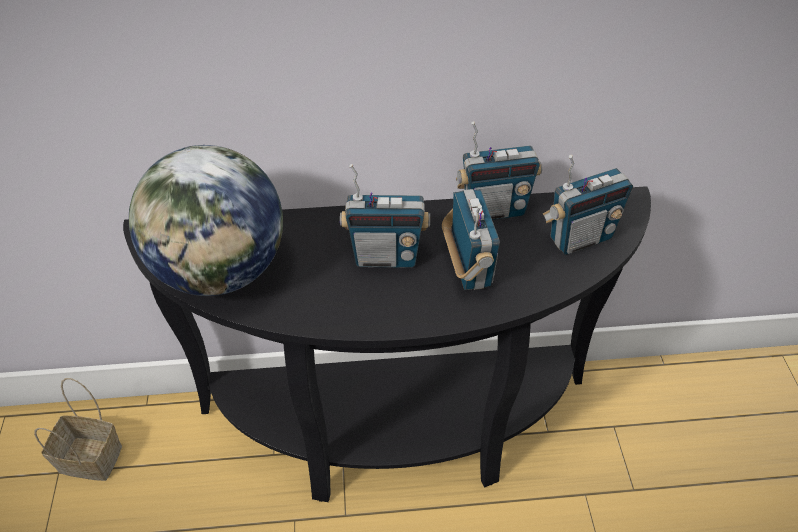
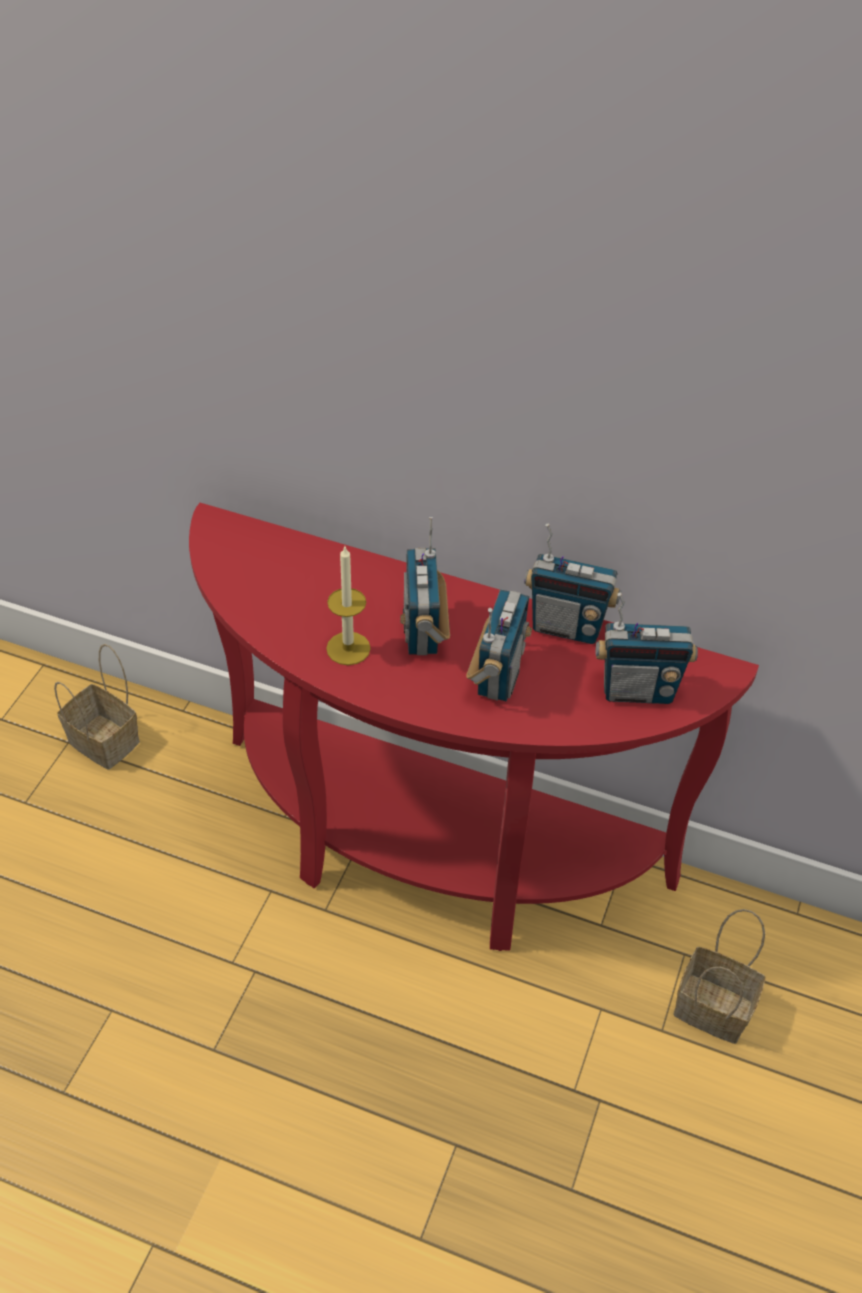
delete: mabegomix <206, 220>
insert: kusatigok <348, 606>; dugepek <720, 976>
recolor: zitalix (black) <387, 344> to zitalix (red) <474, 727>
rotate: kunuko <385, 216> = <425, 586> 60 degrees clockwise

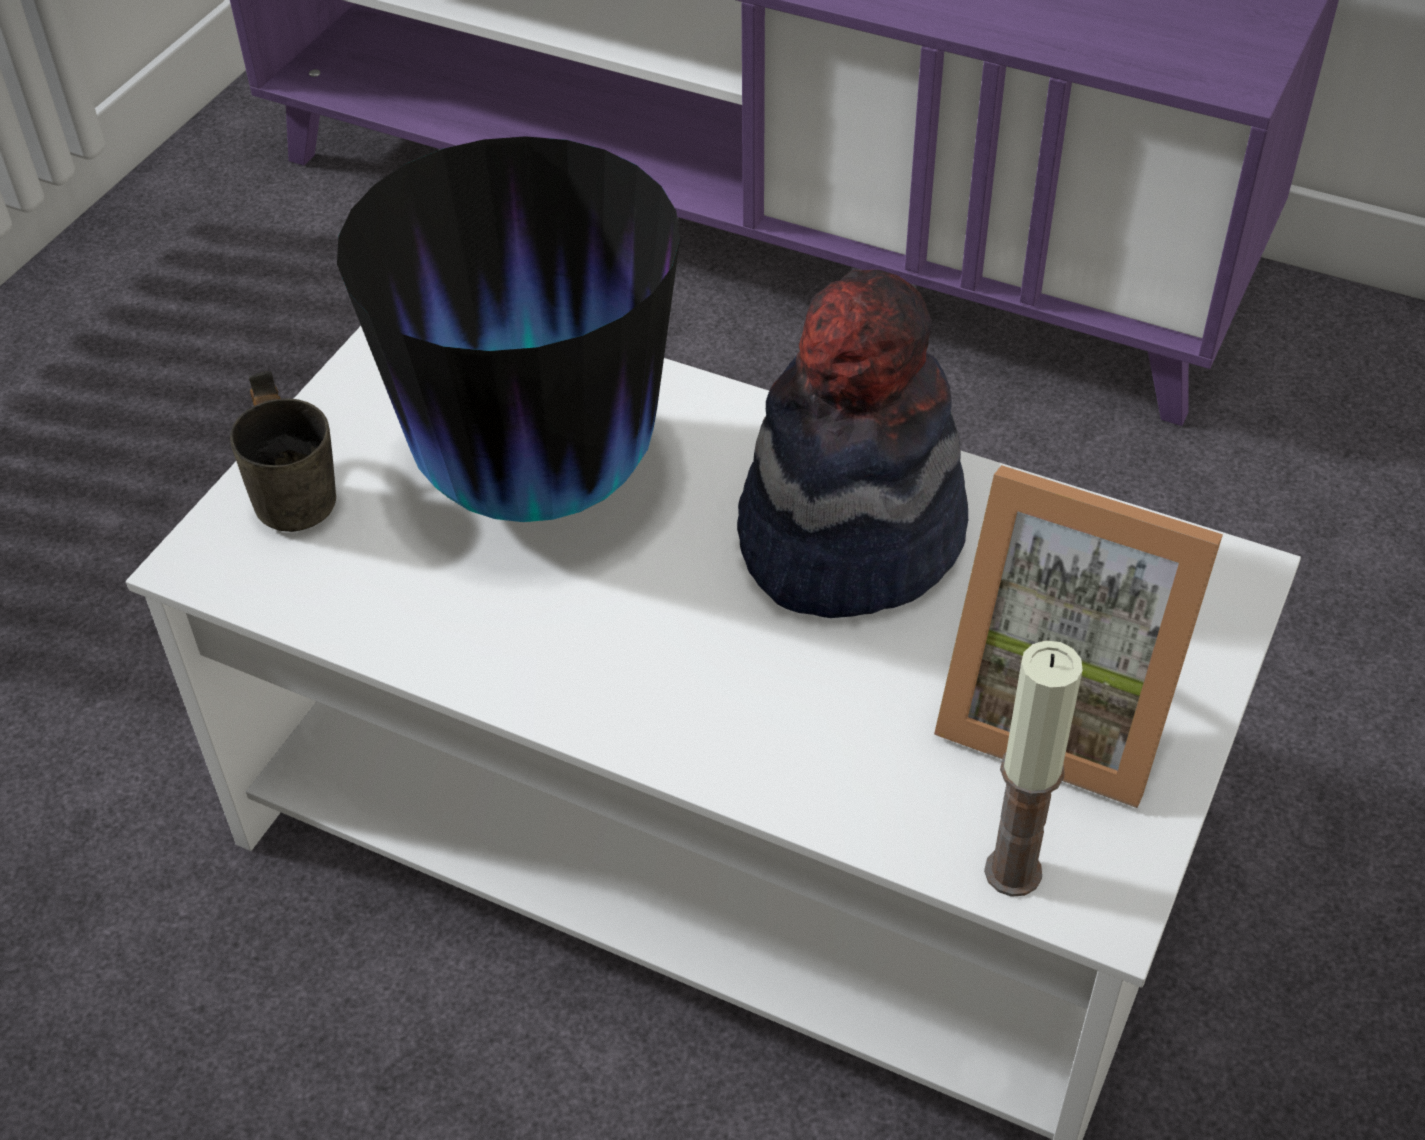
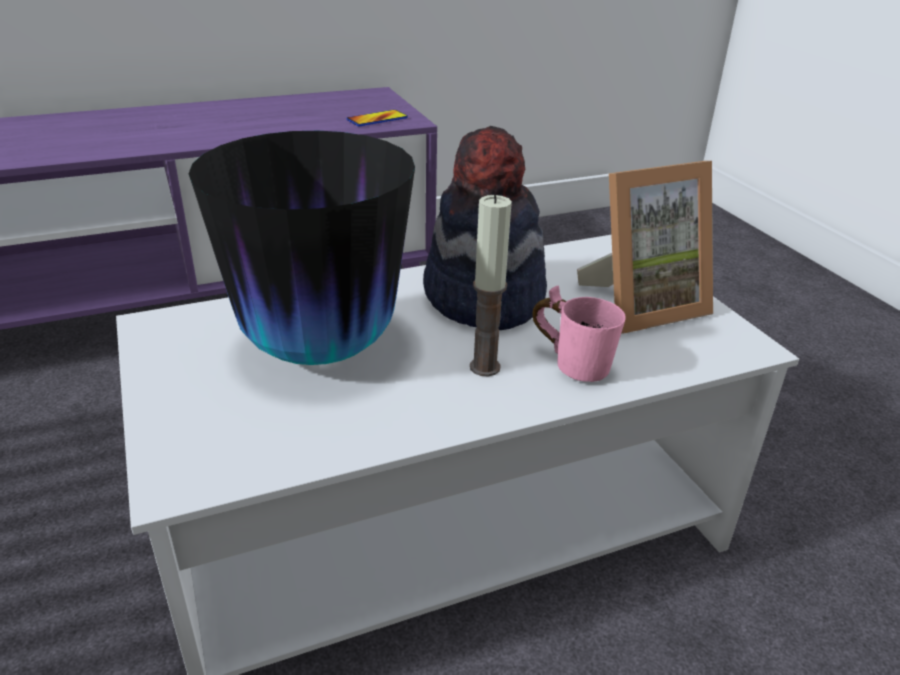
delete: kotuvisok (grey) <283, 451>
insert: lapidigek <377, 118>; kotuvisok (pink) <579, 334>
move: kusatigok <1033, 768> to <491, 285>

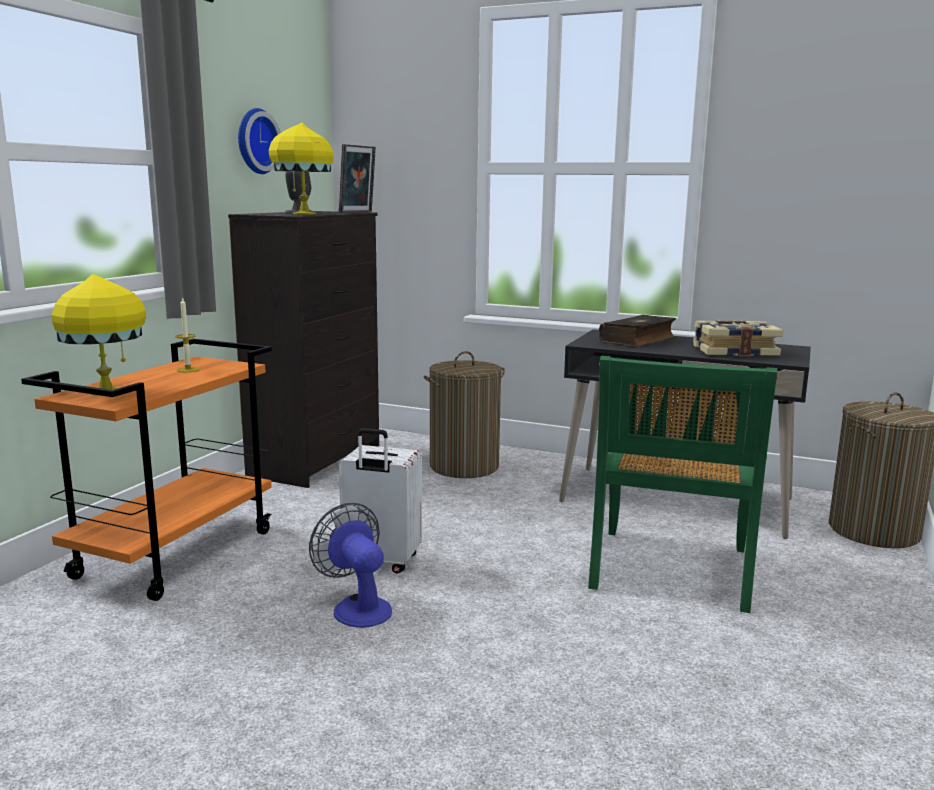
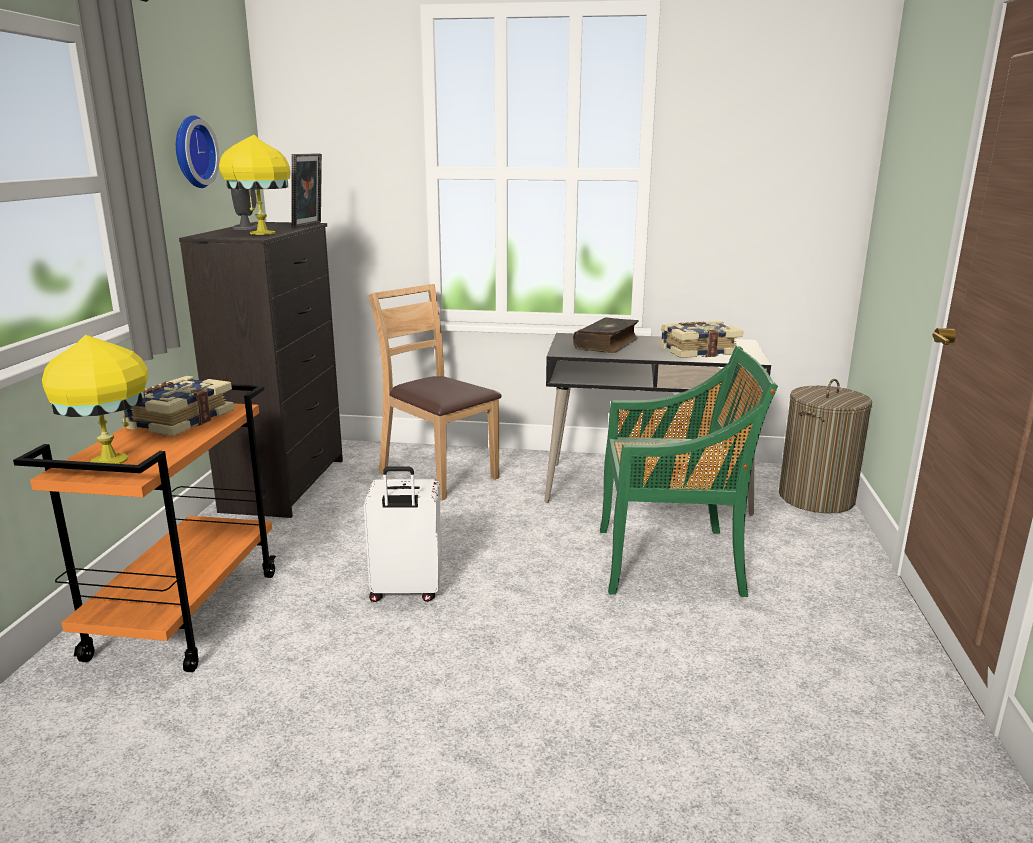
delete: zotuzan <350, 565>
replace: kusatigok <187, 334> to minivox <178, 406>; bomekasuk <464, 414> to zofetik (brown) <435, 392>
rotate: zofetik (green) <683, 484> = <689, 471> 90 degrees counterclockwise

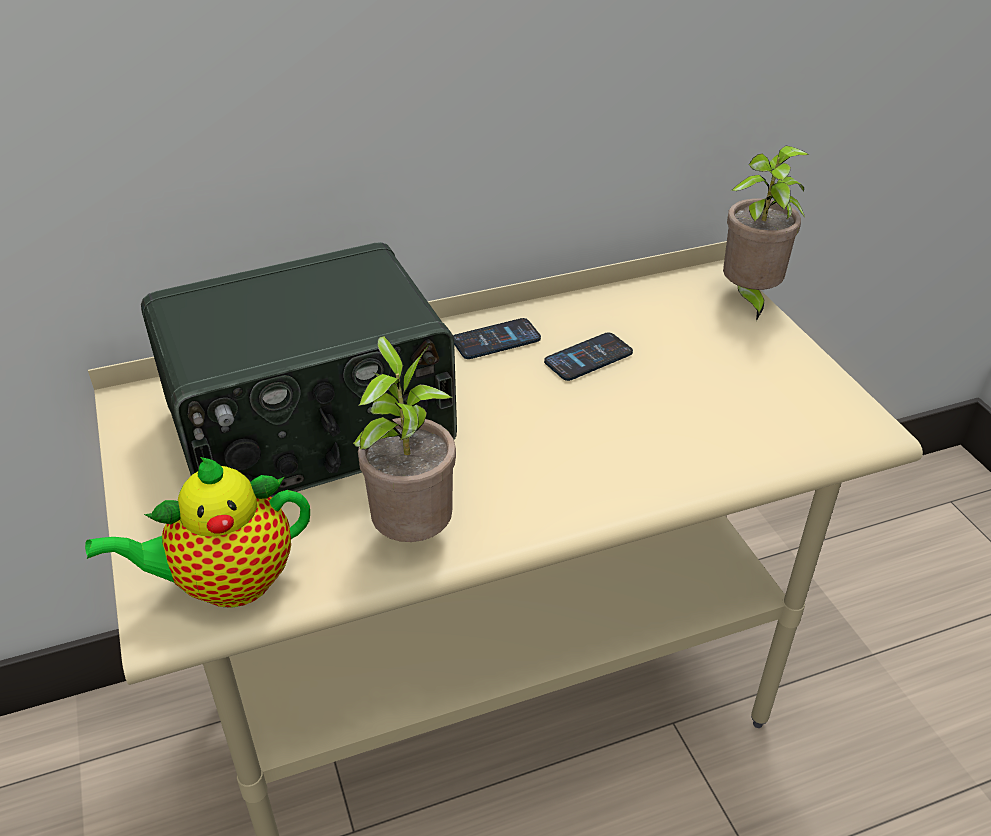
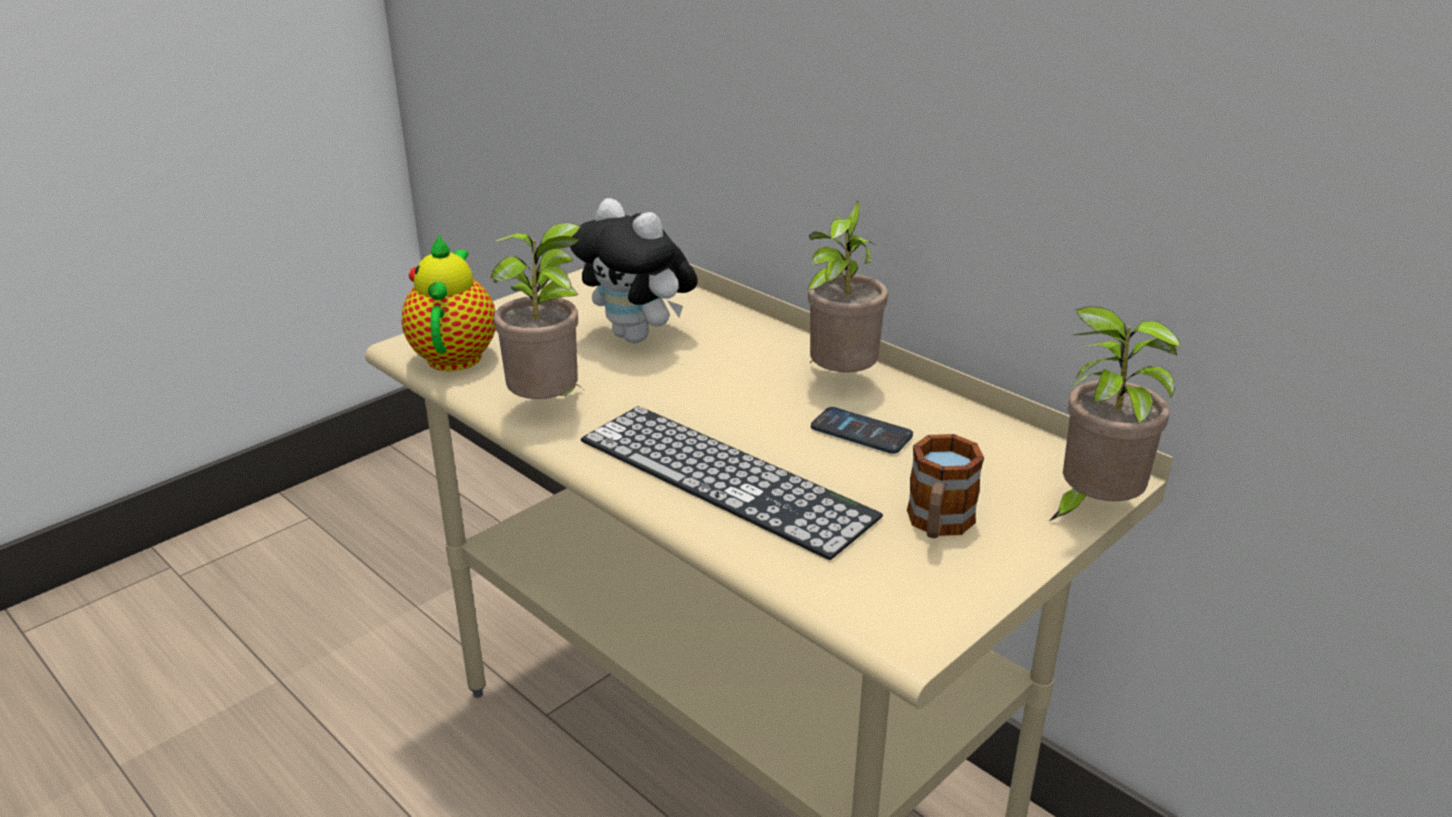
insert: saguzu <732, 483>; kotuvisok <945, 486>
replace: kunuko <299, 369> to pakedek <634, 270>; lapidigek <497, 338> to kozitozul <847, 286>
rotate: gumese <197, 532> = <448, 302> 45 degrees clockwise

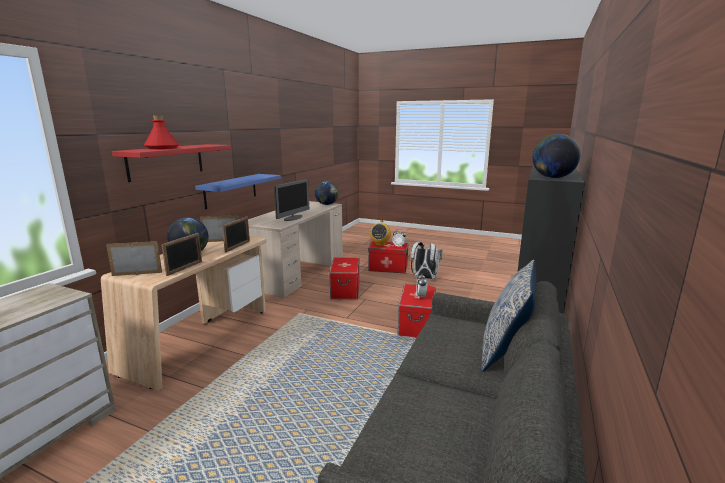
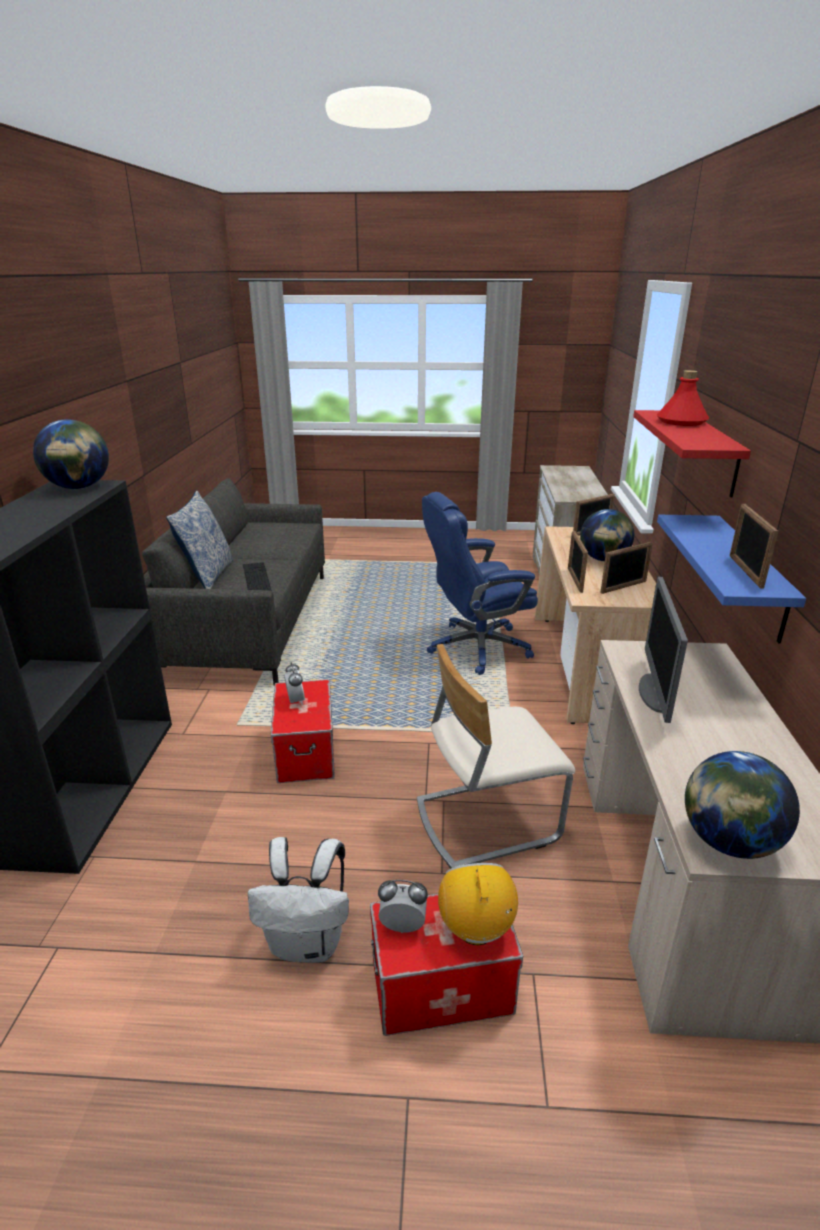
insert: saguzu <257, 576>; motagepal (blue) <480, 583>
move: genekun <181, 254> to <754, 546>
replace: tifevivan <344, 279> to zofetik (beige) <496, 756>

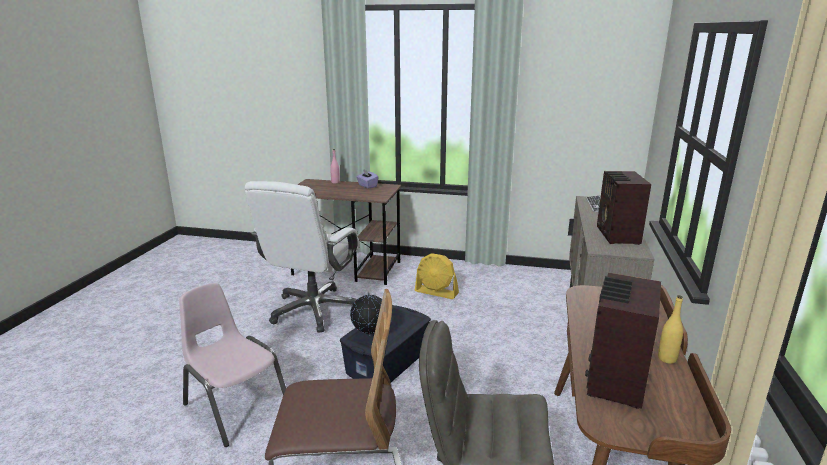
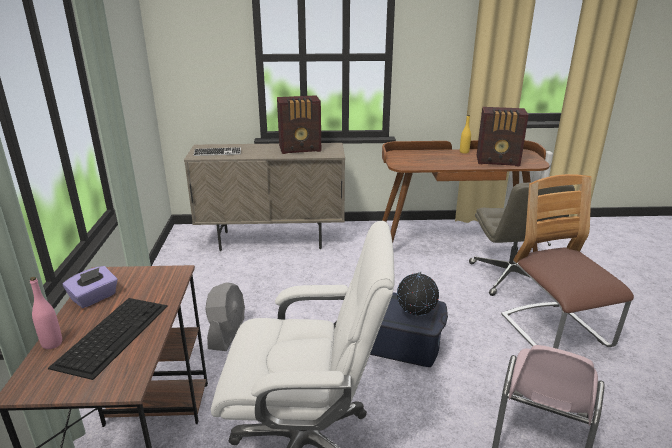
insert: saguzu <108, 339>
recolor: zotuzan (yellow) <437, 276> to zotuzan (grey) <225, 316>

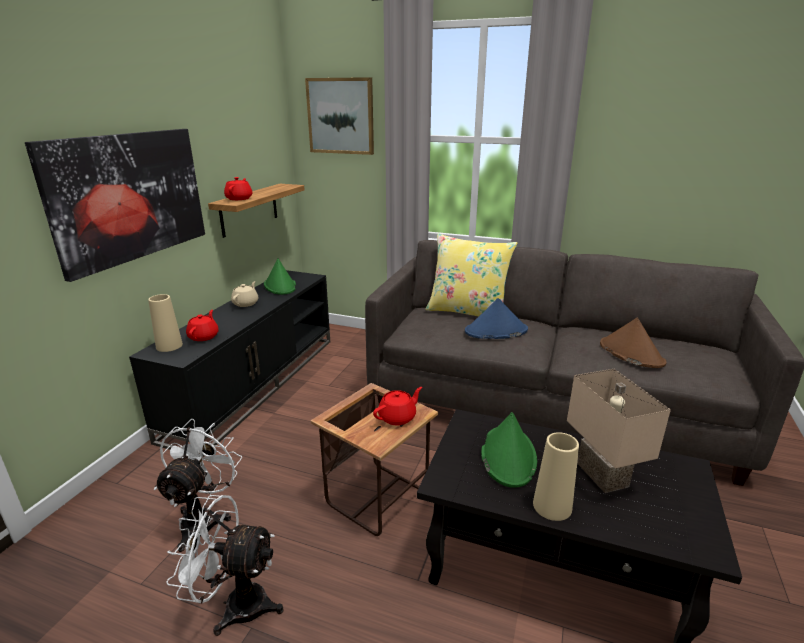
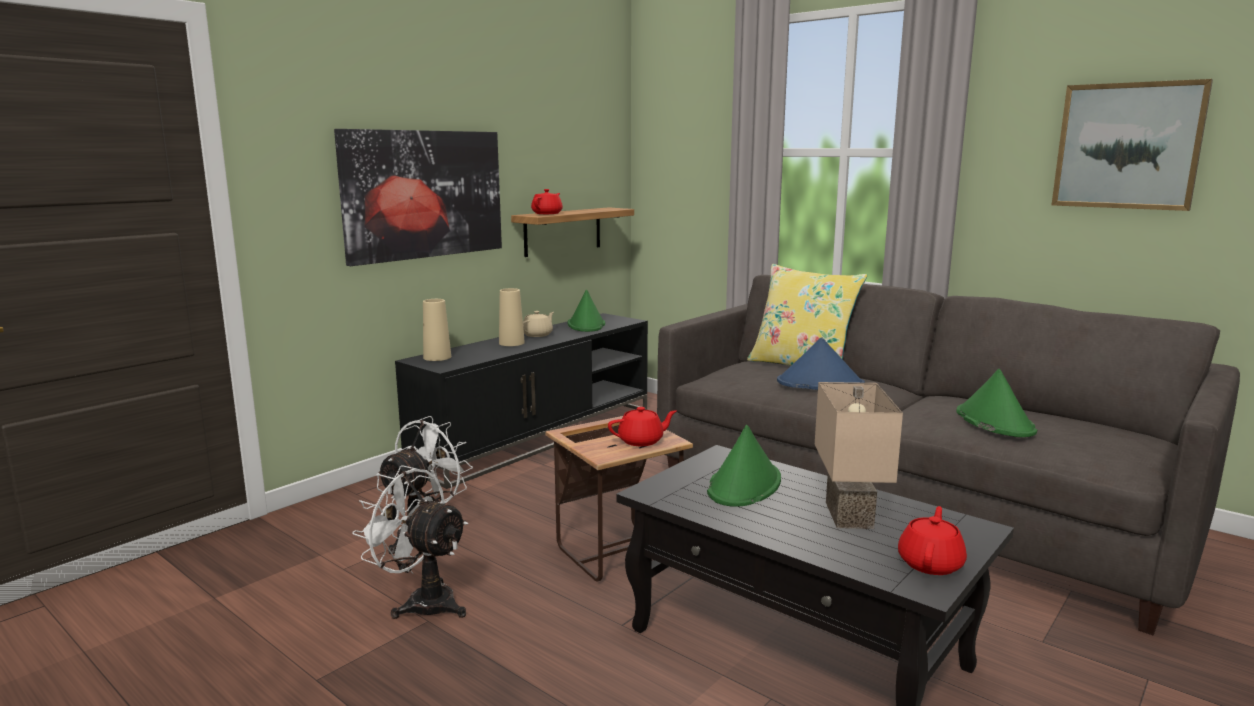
move: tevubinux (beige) <556, 476> to <512, 317>; gumese (red) <202, 325> to <932, 540>; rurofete <339, 116> to <1132, 145>
recolor: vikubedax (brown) <633, 343> to vikubedax (green) <996, 403>

